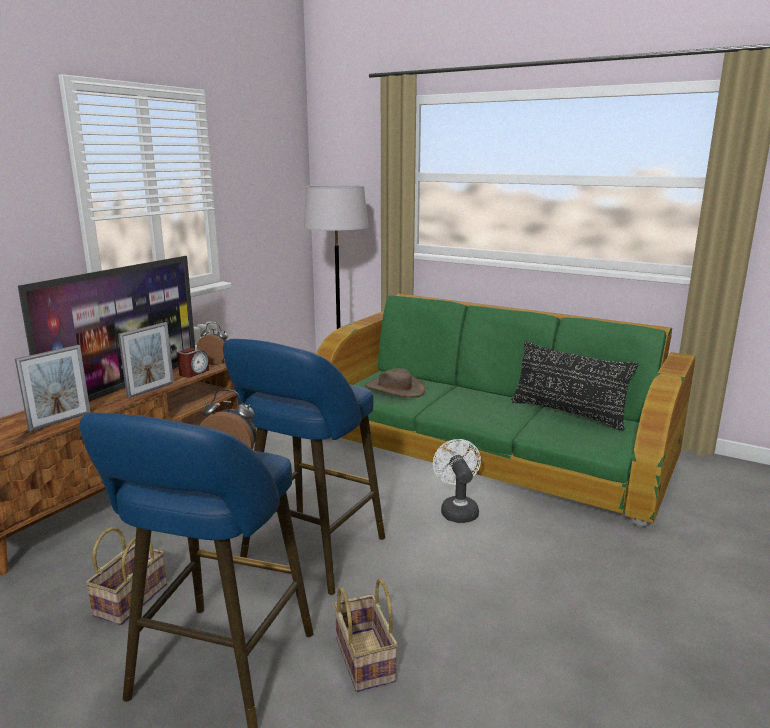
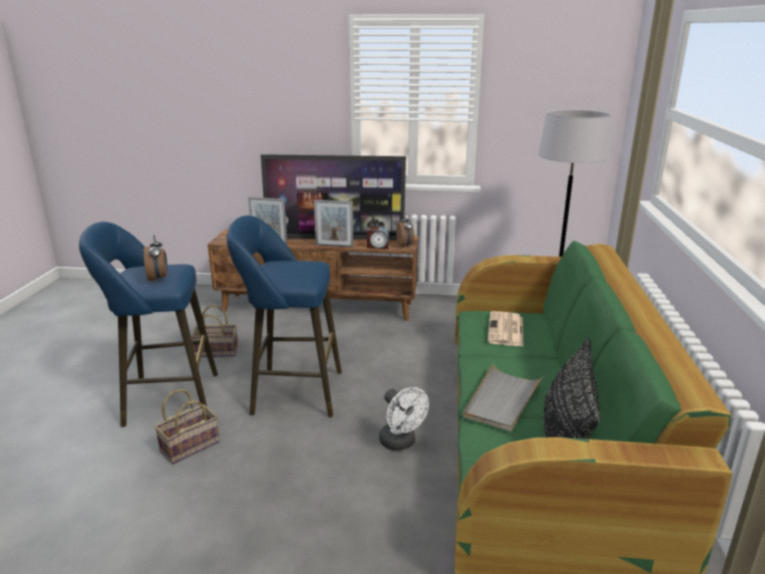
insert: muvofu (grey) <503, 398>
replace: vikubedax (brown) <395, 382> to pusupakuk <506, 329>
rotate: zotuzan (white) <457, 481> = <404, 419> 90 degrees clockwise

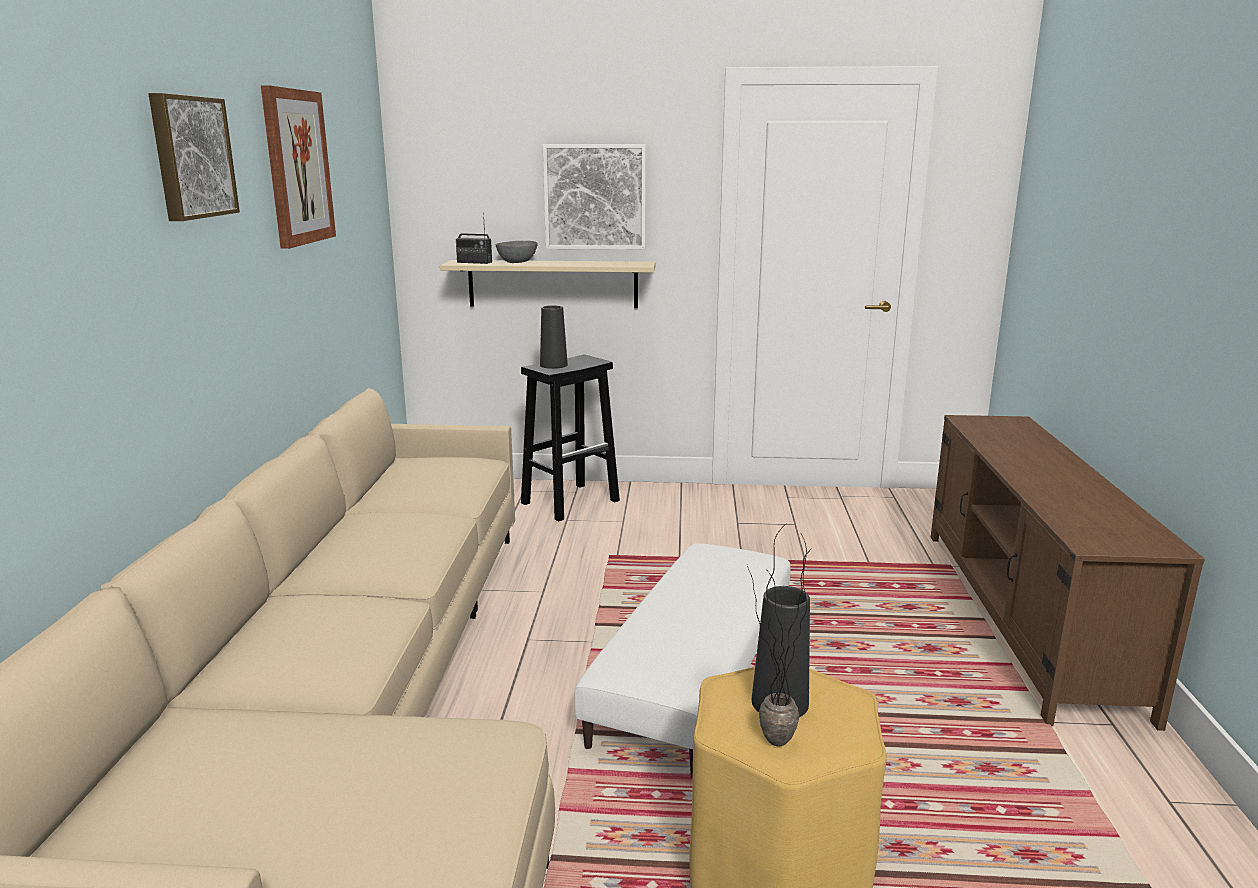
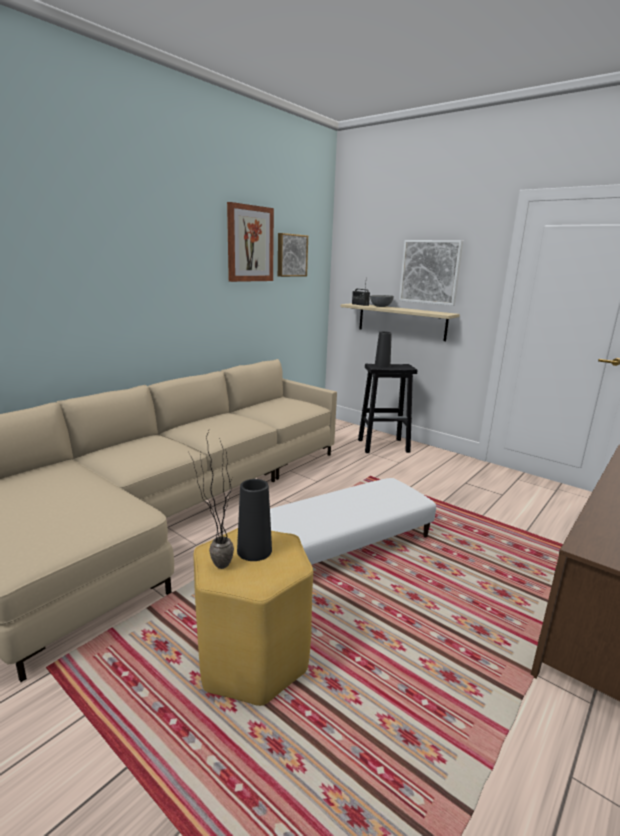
move: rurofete <194, 157> to <293, 255>

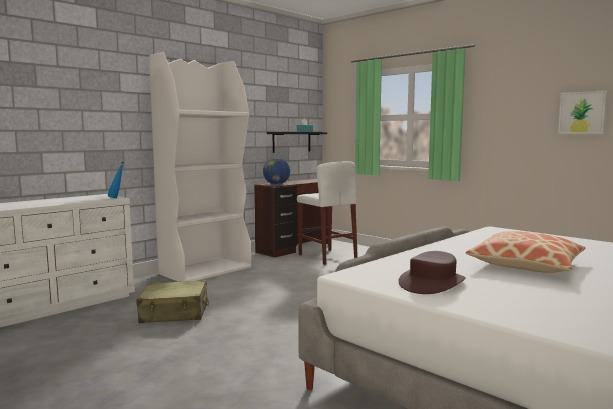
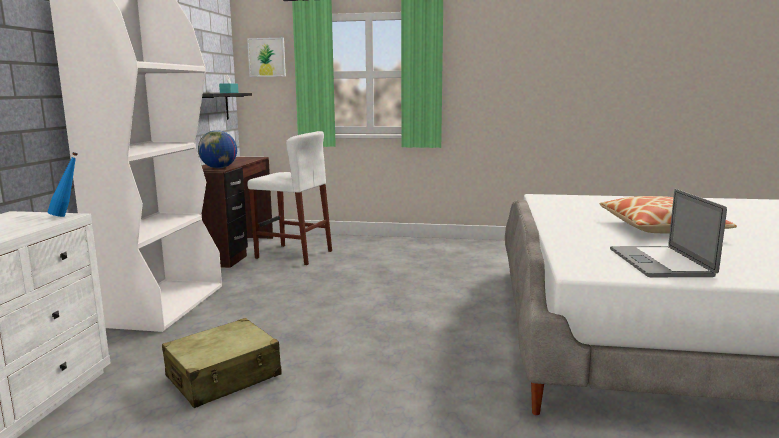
move: rurofete <582, 112> to <266, 57>
replace: vikubedax (brown) <432, 272> to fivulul <668, 233>

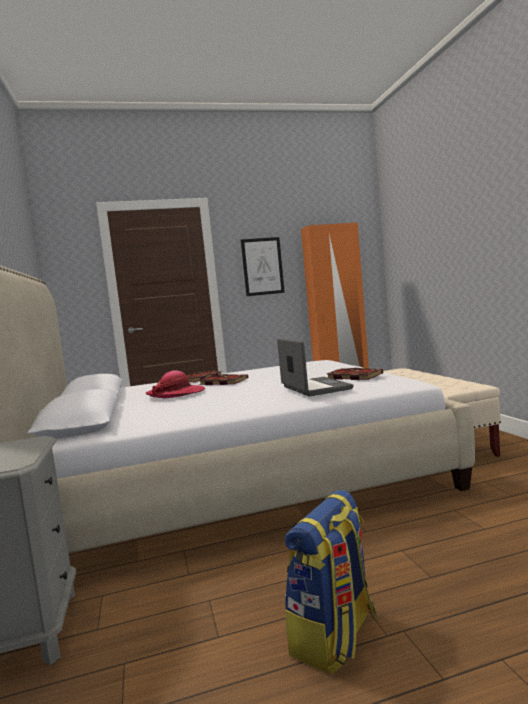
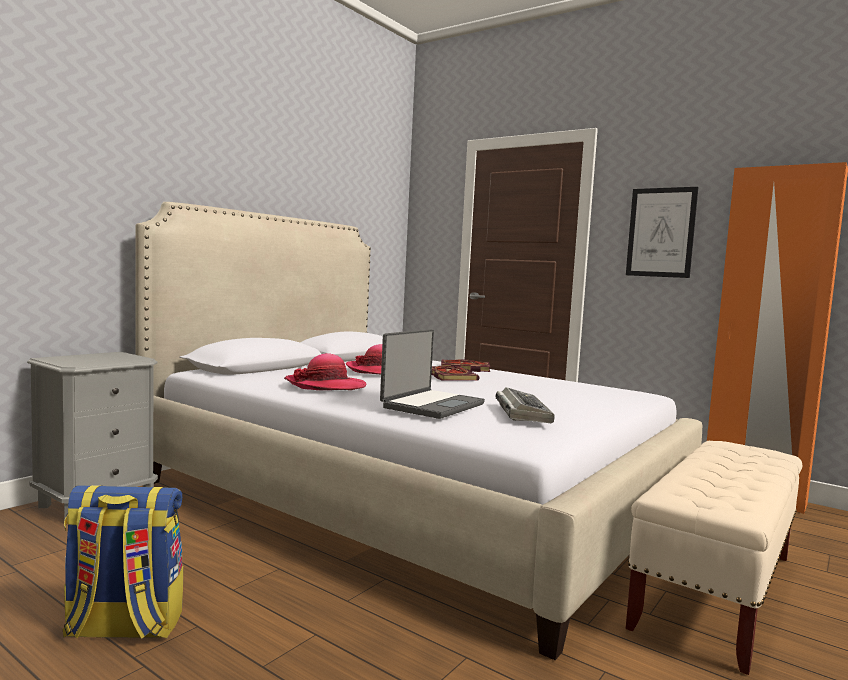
insert: vikubedax <325, 371>
replace: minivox <355, 374> to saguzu <525, 405>

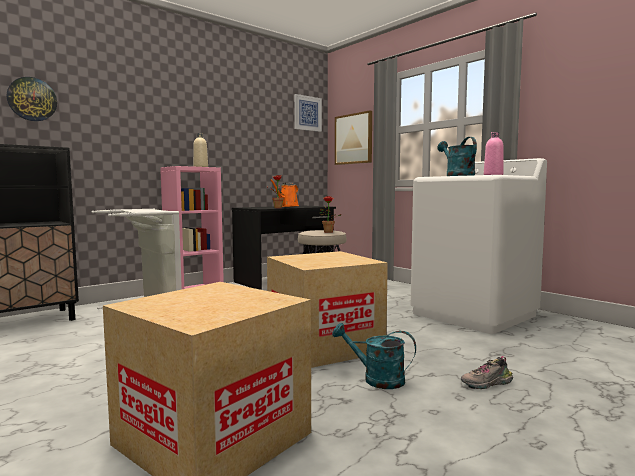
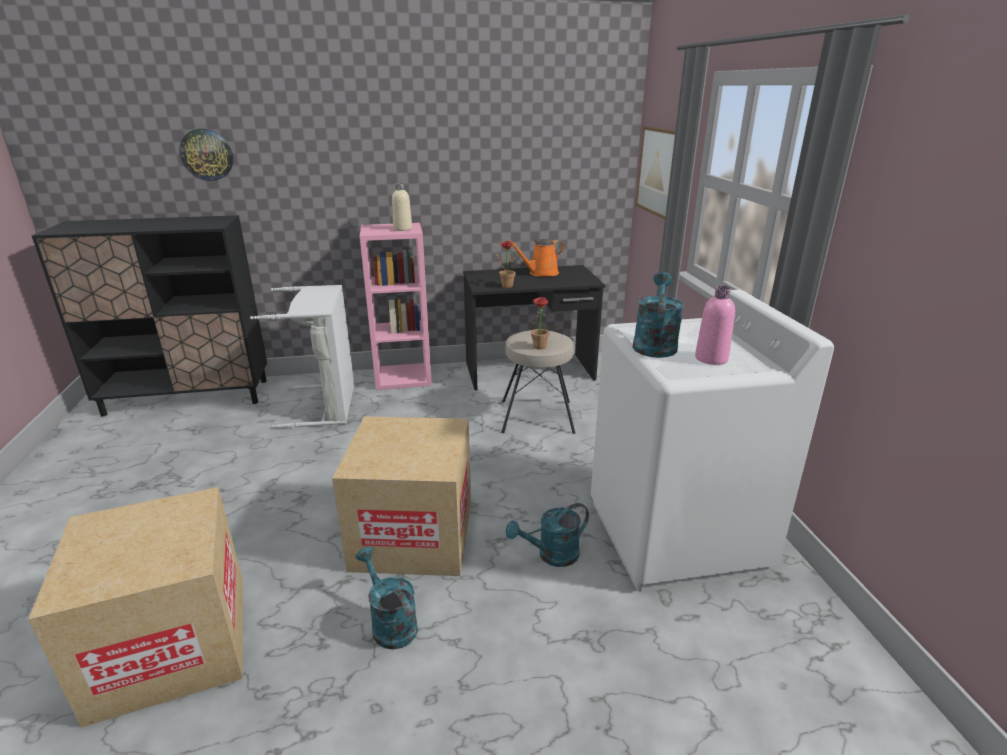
delete: rurofete <308, 113>; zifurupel <487, 372>
insert: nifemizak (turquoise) <547, 535>

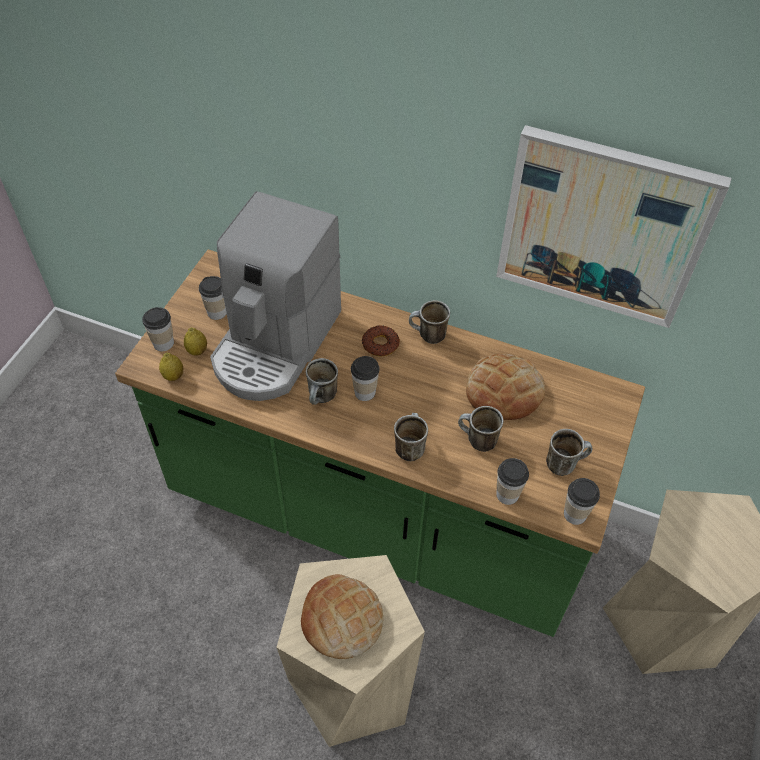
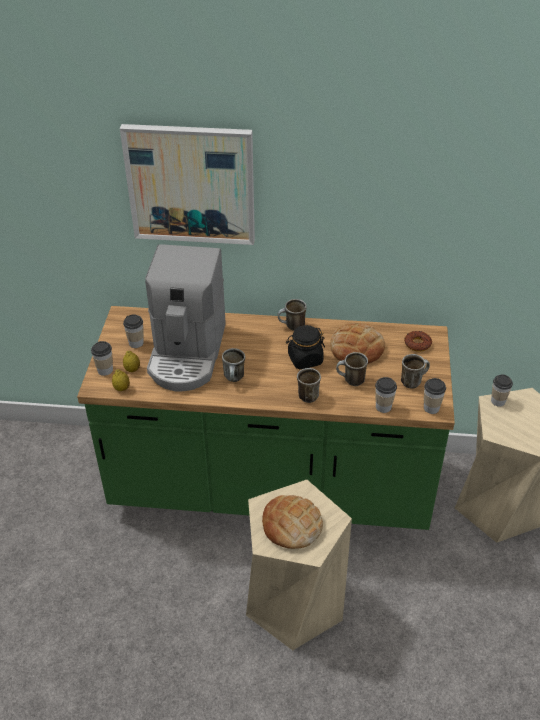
insert: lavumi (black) <305, 347>
move: rurofete <613, 226> to <187, 184>; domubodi <381, 341> to <418, 341>; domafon <365, 378> to <502, 391>

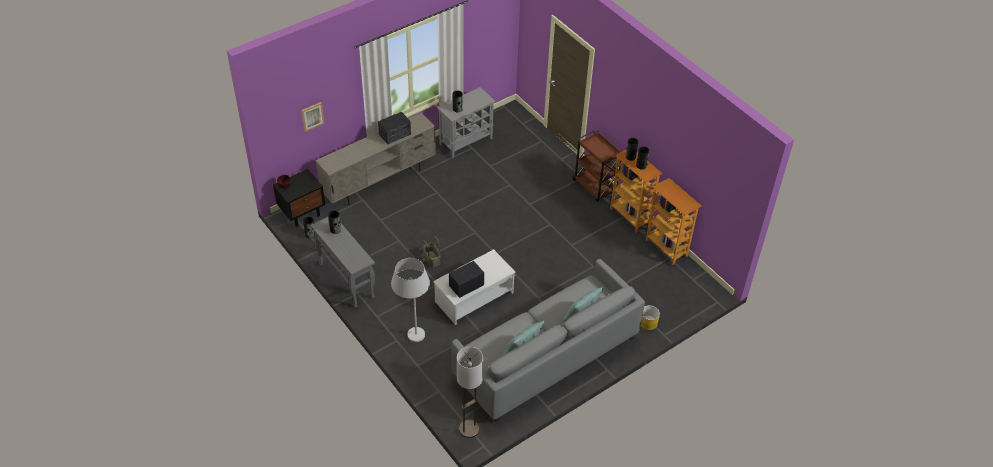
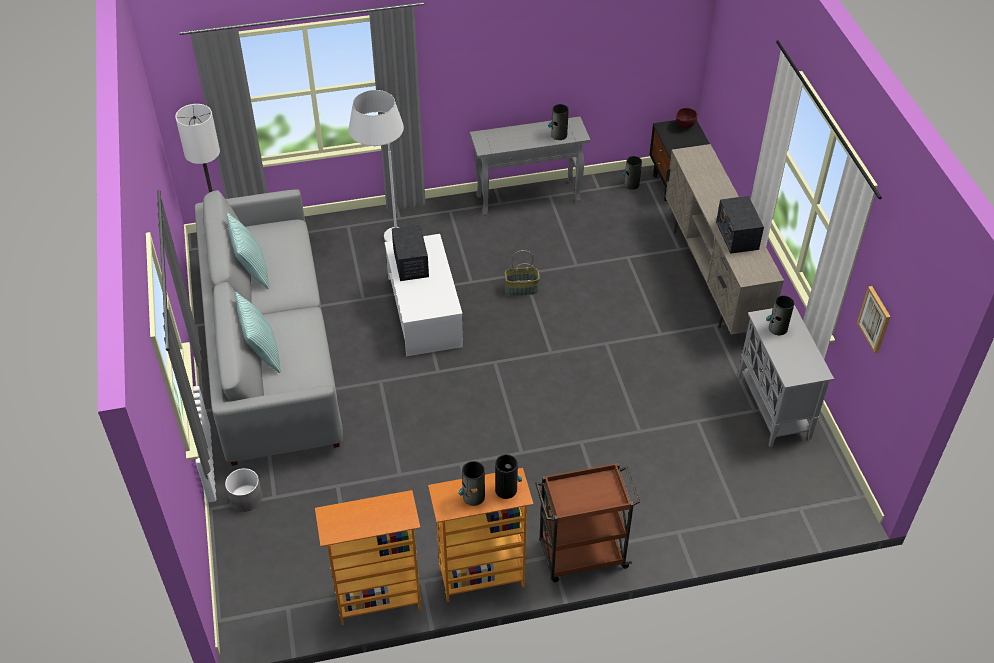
move: rurofete <312, 117> to <874, 319>
recolor: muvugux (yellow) <650, 317> to muvugux (grey) <244, 490>

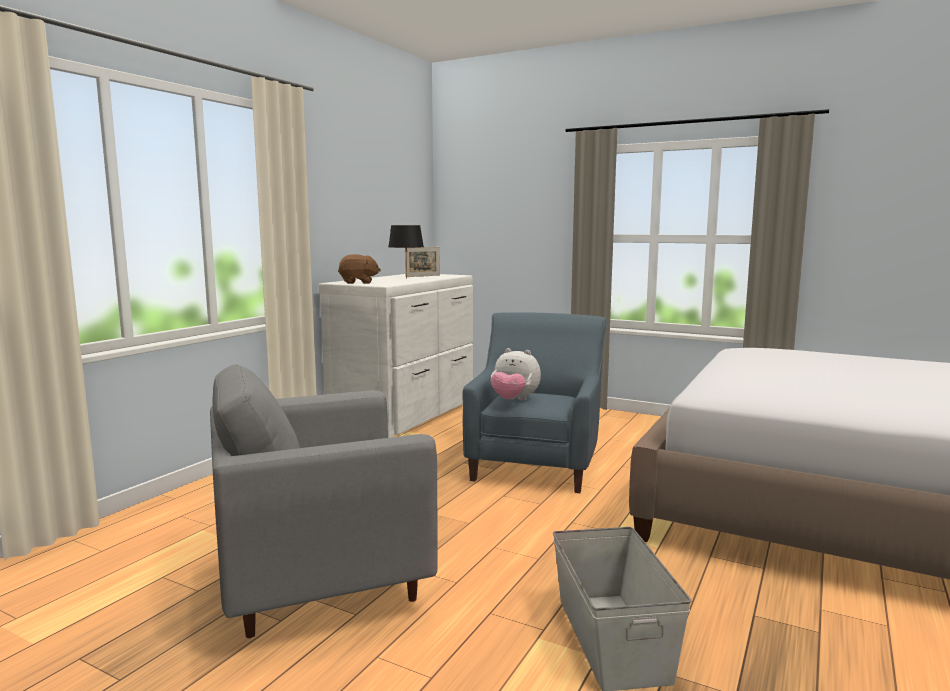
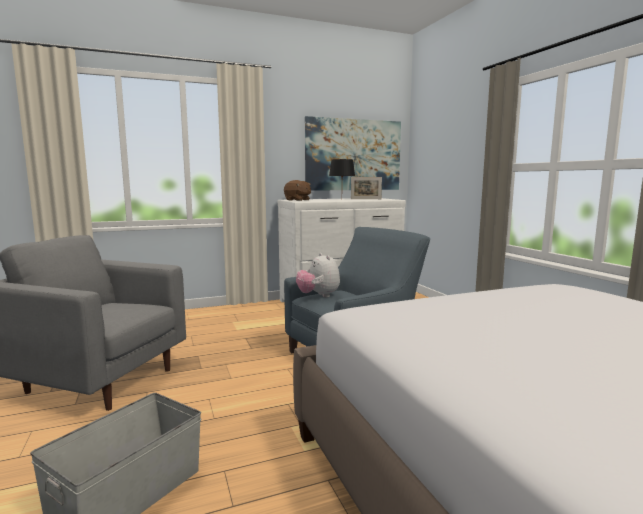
insert: rurofete <353, 153>

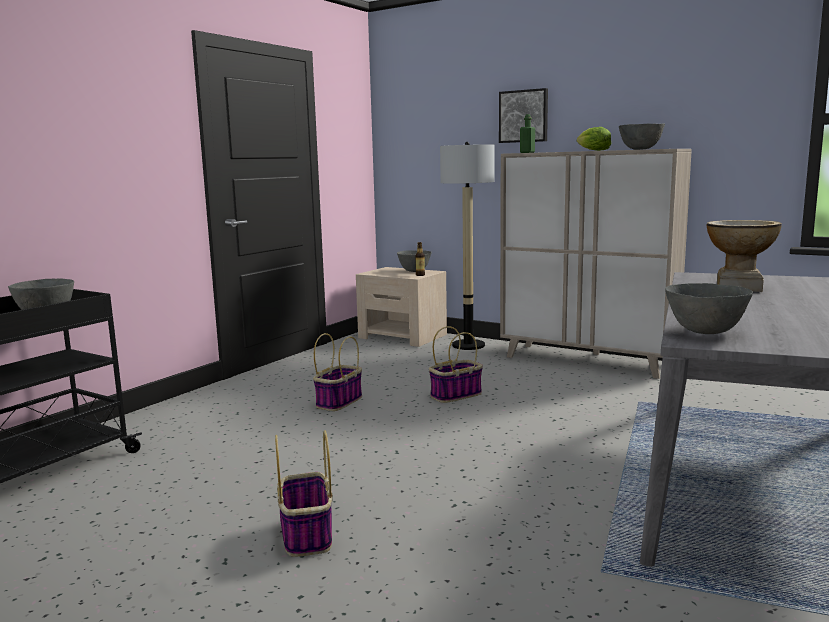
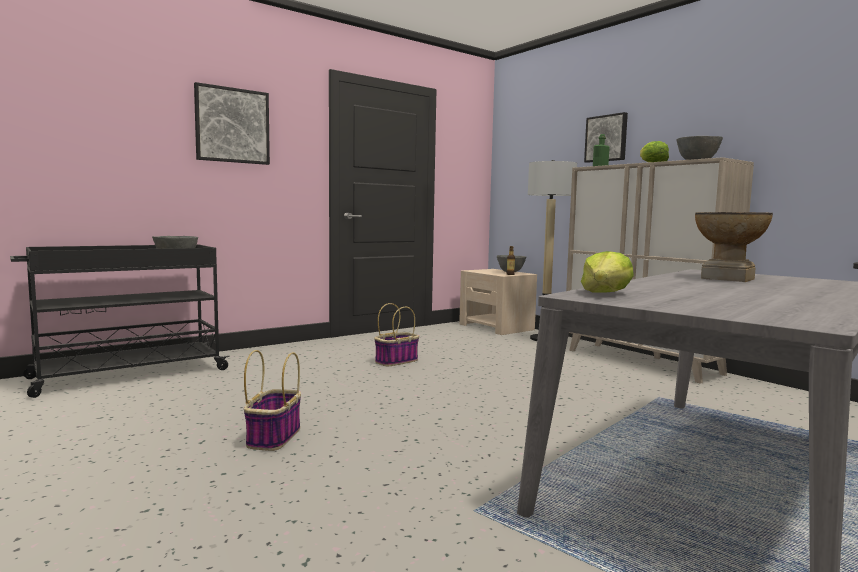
delete: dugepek <456, 364>
insert: rurofete <232, 123>
replace: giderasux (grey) <709, 308> to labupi <607, 272>

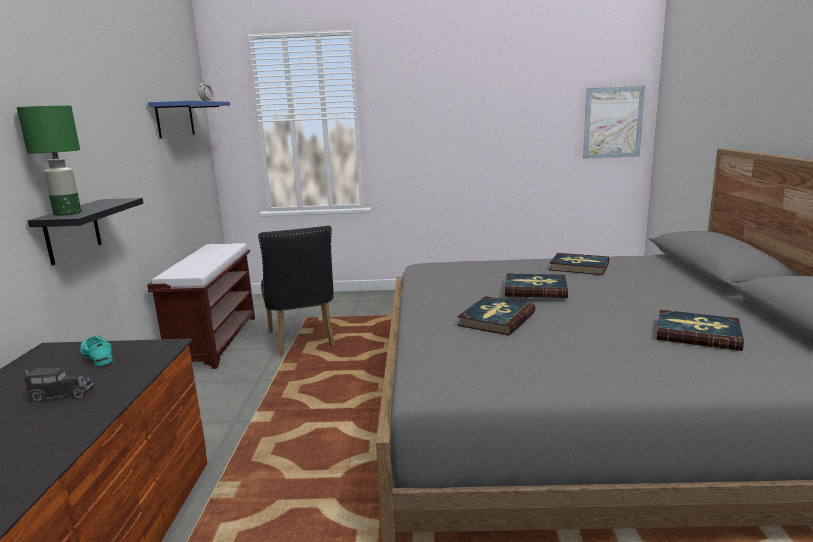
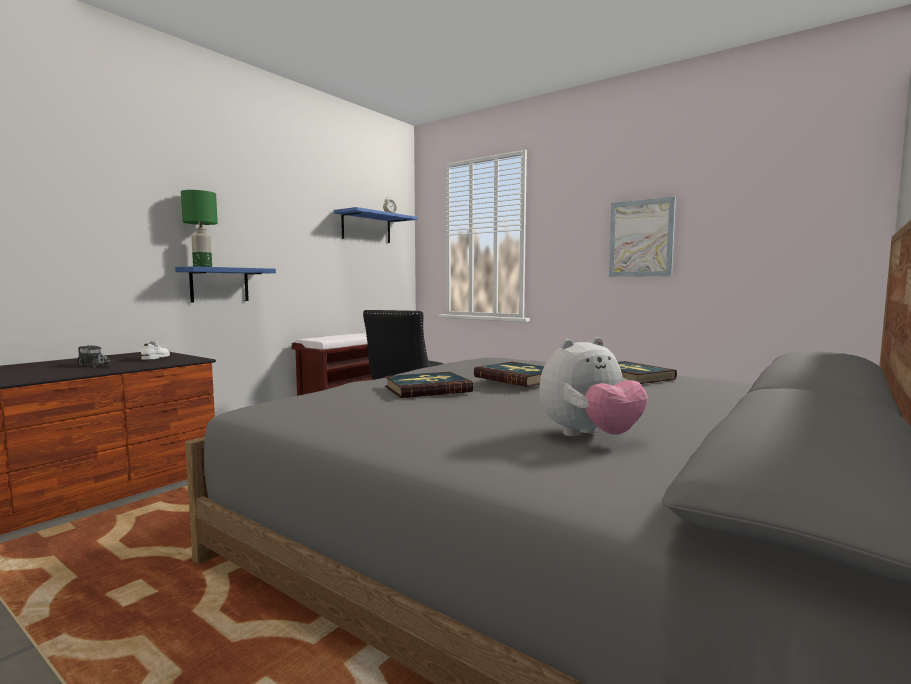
move: rurofete <614, 122> to <642, 237>
replace: minivox <700, 330> to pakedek <593, 387>
recolor: zifurupel (turquoise) <96, 350> to zifurupel (white) <155, 350>; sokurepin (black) <85, 231> to sokurepin (blue) <225, 284>

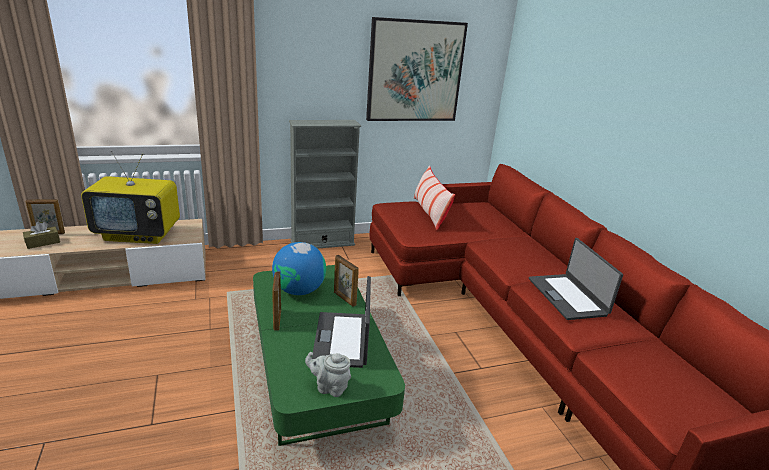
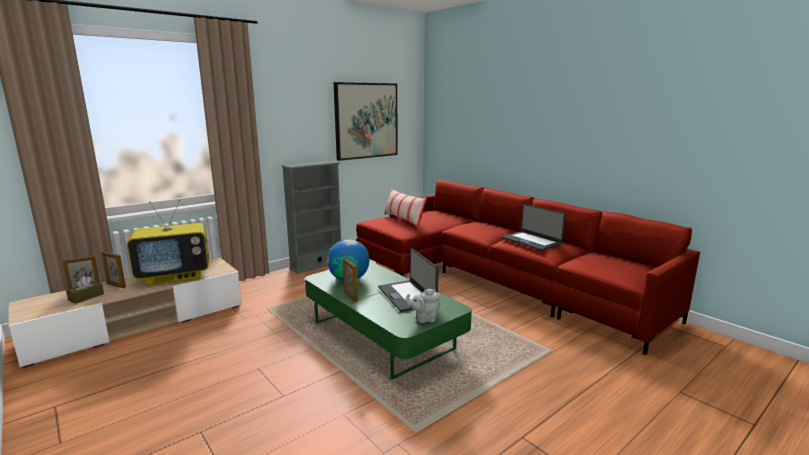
move: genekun <346, 281> to <113, 269>

